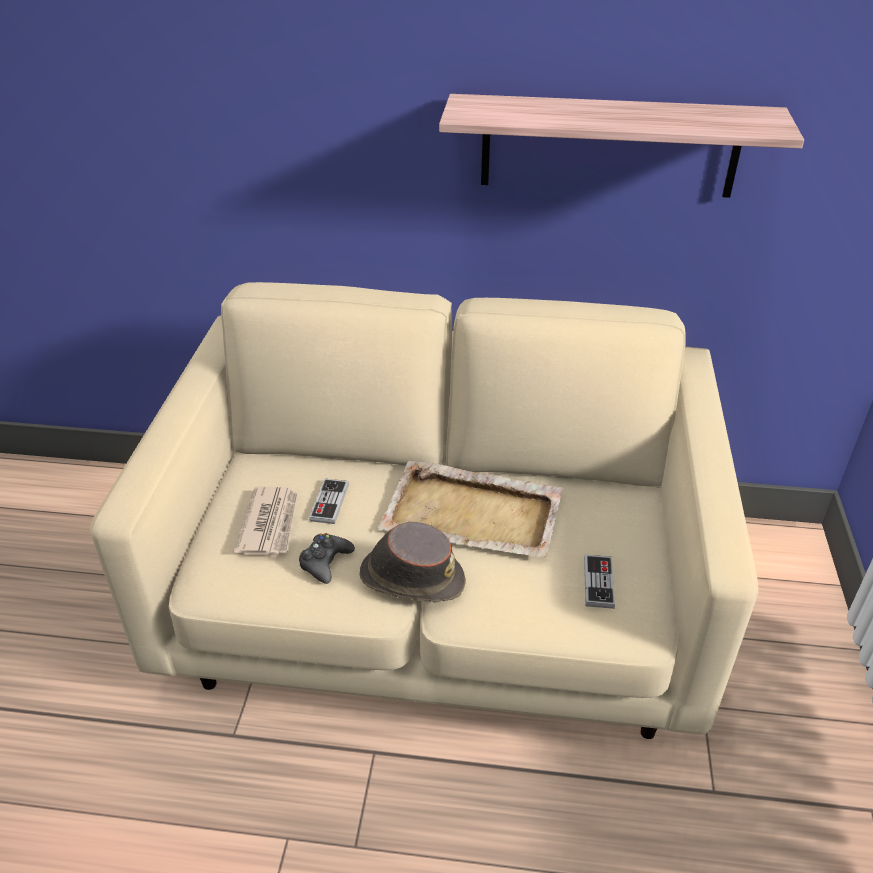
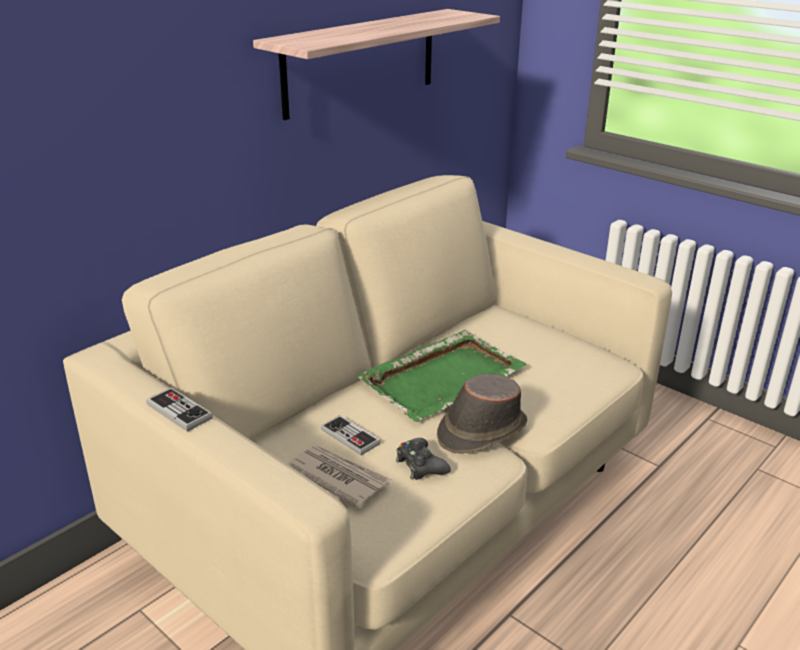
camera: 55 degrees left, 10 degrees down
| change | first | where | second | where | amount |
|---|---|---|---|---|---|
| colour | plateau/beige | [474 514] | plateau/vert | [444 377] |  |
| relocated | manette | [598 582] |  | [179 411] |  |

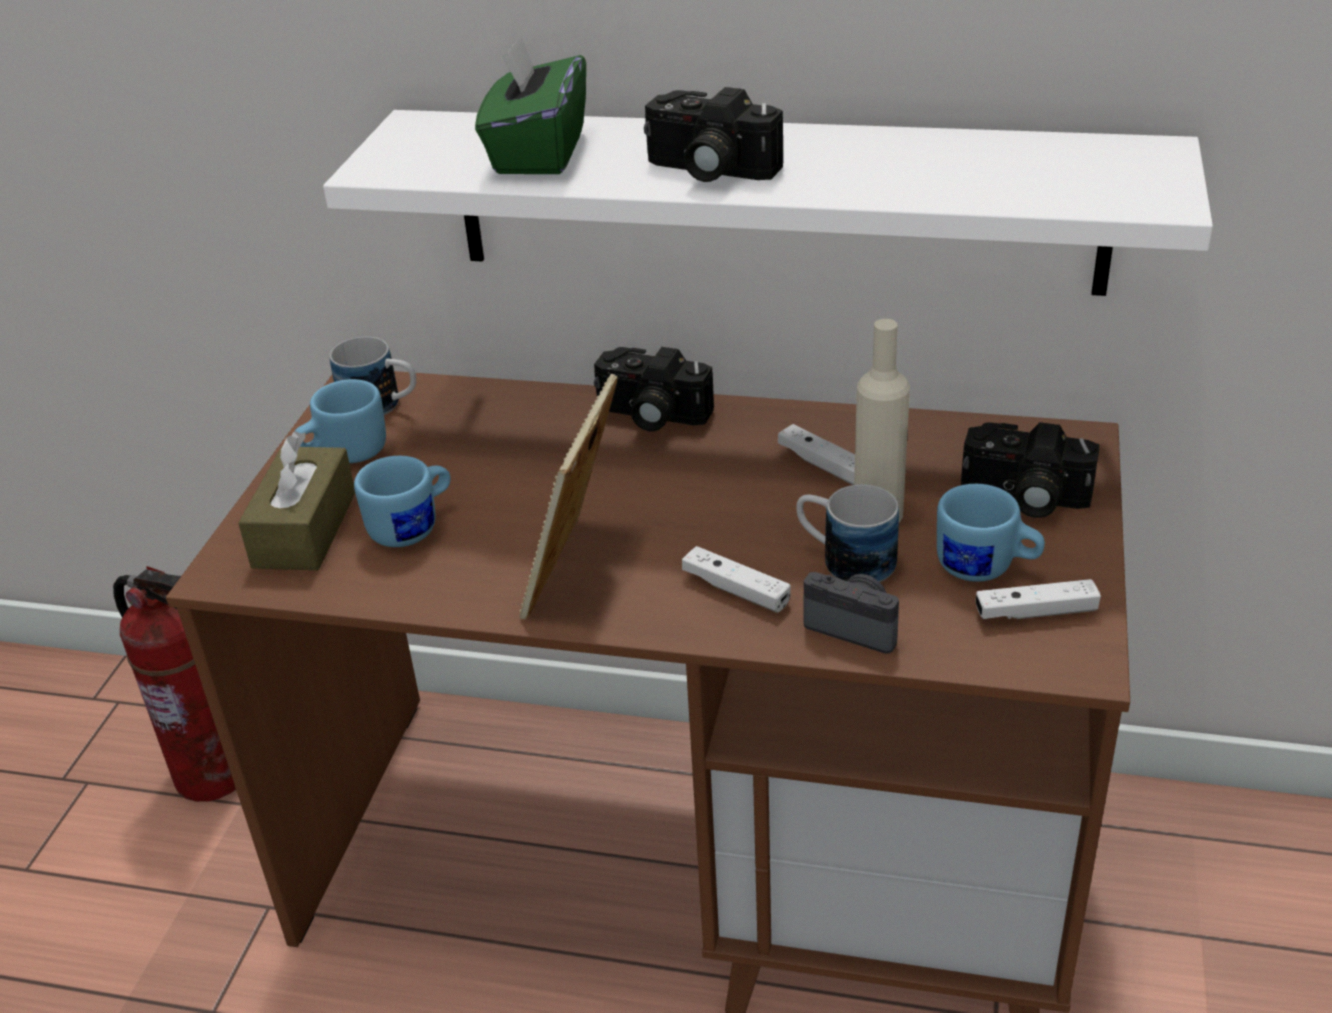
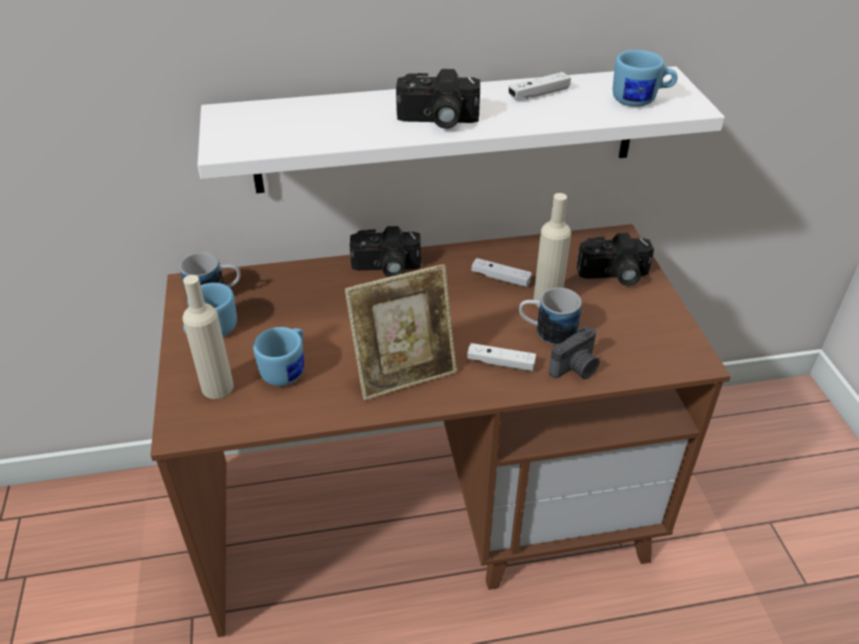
camera: 25 degrees left, 5 degrees up
| change | first | where | second | where | amount |
|---|---|---|---|---|---|
| missing | extincteur | [214 774] |  |  |  |
| exchanged | boîte à mouchoirs/marron | [305 529] | bouteille/beige | [217 387] |  |
| missing | boîte à mouchoirs/vert | [537 153] |  |  |  |
| spun | cadre photo | [576 571] |  | [404 374] | 105 degrees counterclockwise |
| spun | appareil photo | [855 626] |  | [576 368] | 135 degrees clockwise |
| relocated | mug/bleu | [986 568] |  | [641 100] |  |
| relocated | manette/blanc | [1036 612] |  | [539 94] |  |

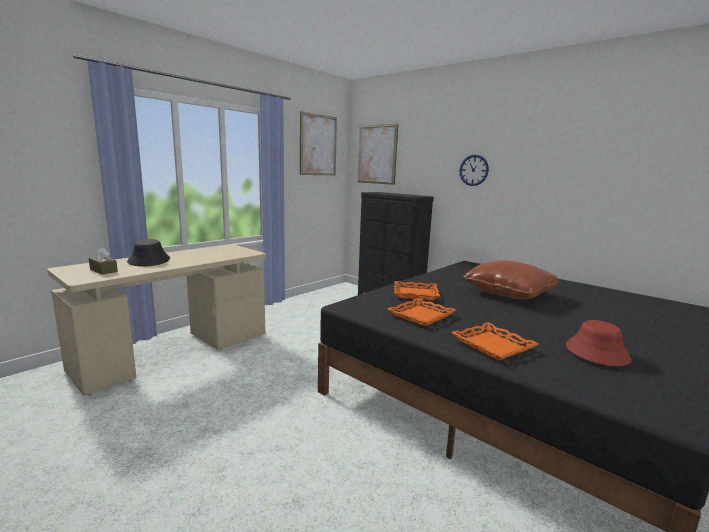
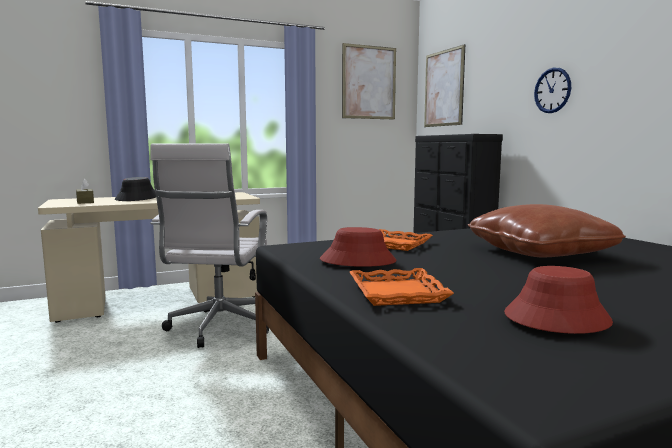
camera: 25 degrees right, 5 degrees down
| change | first | where | second | where | amount |
|---|---|---|---|---|---|
| exchanged | plateau/orange | [420 315] | chapeau/rouge | [358 261] |  |
| appeared |  |  | chaise de bureau/blanc | [218 329] |  |

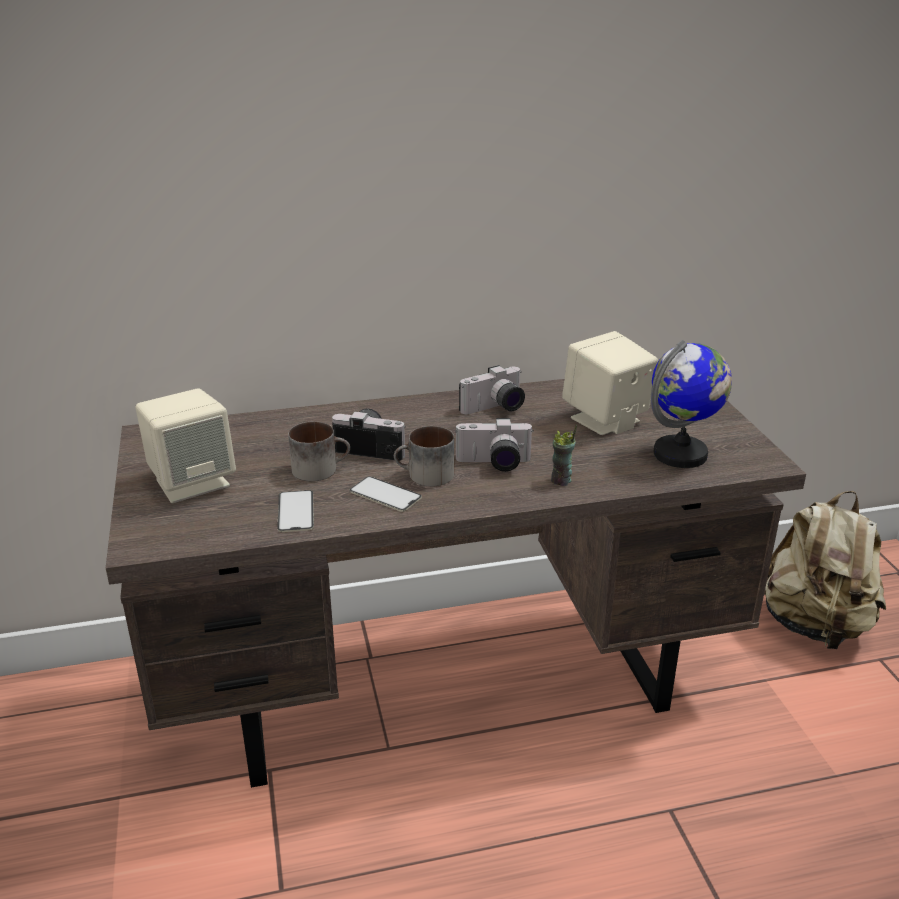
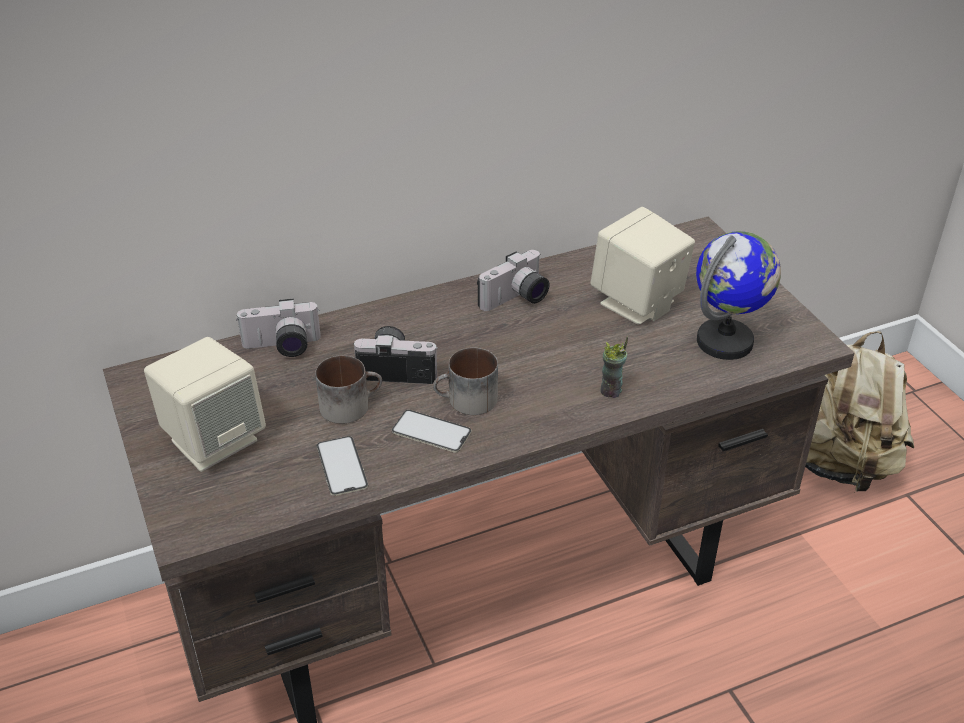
camera: 10 degrees left, 10 degrees up
| change | first | where | second | where | amount |
|---|---|---|---|---|---|
| relocated | appareil photo | [493 464] |  | [282 347] |  |

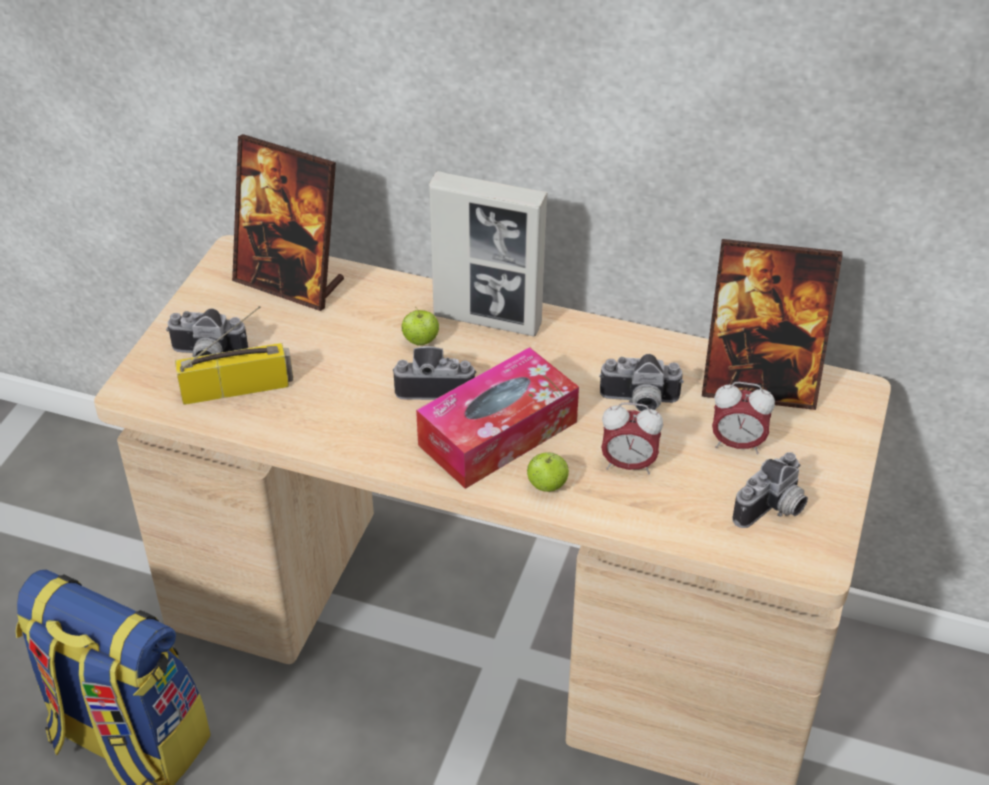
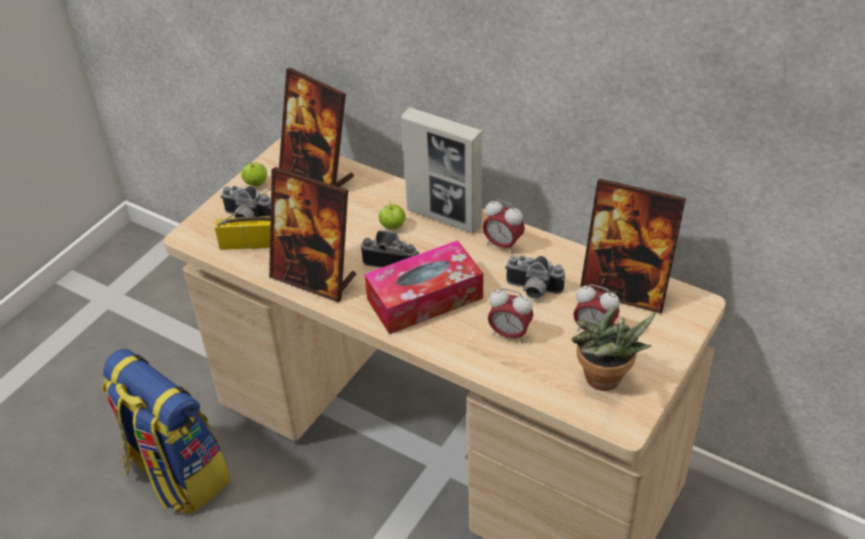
camera: 15 degrees right, 0 degrees up
| change | first | where | second | where | amount |
|---|---|---|---|---|---|
| relocated | pomme | [547 486] |  | [256 184] |  |
| exchanged | appareil photo | [774 510] | plante en pot | [605 382] |  |
| appeared |  |  | cadre photo | [314 277] |  |
| appeared |  |  | réveil | [503 245] |  |

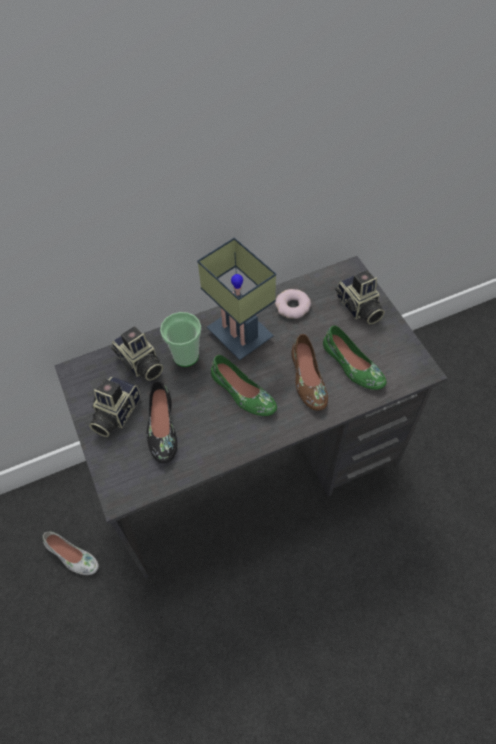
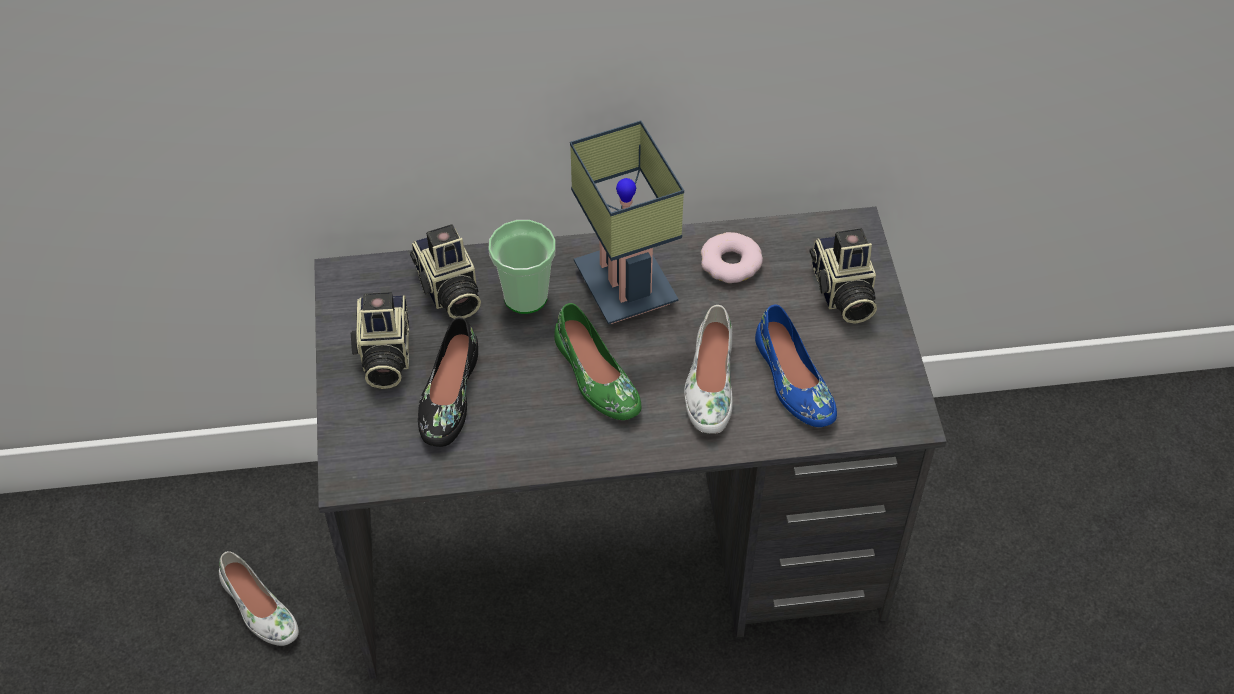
camera: 15 degrees right, 5 degrees down
| change | first | where | second | where | amount |
|---|---|---|---|---|---|
| spun | appareil photo | [114 413] |  | [383 355] | 45 degrees counterclockwise |
| colour | chaussure/marron | [307 379] | chaussure/blanc | [709 383] |  |
| colour | chaussure/vert | [352 365] | chaussure/bleu | [792 381] |  |

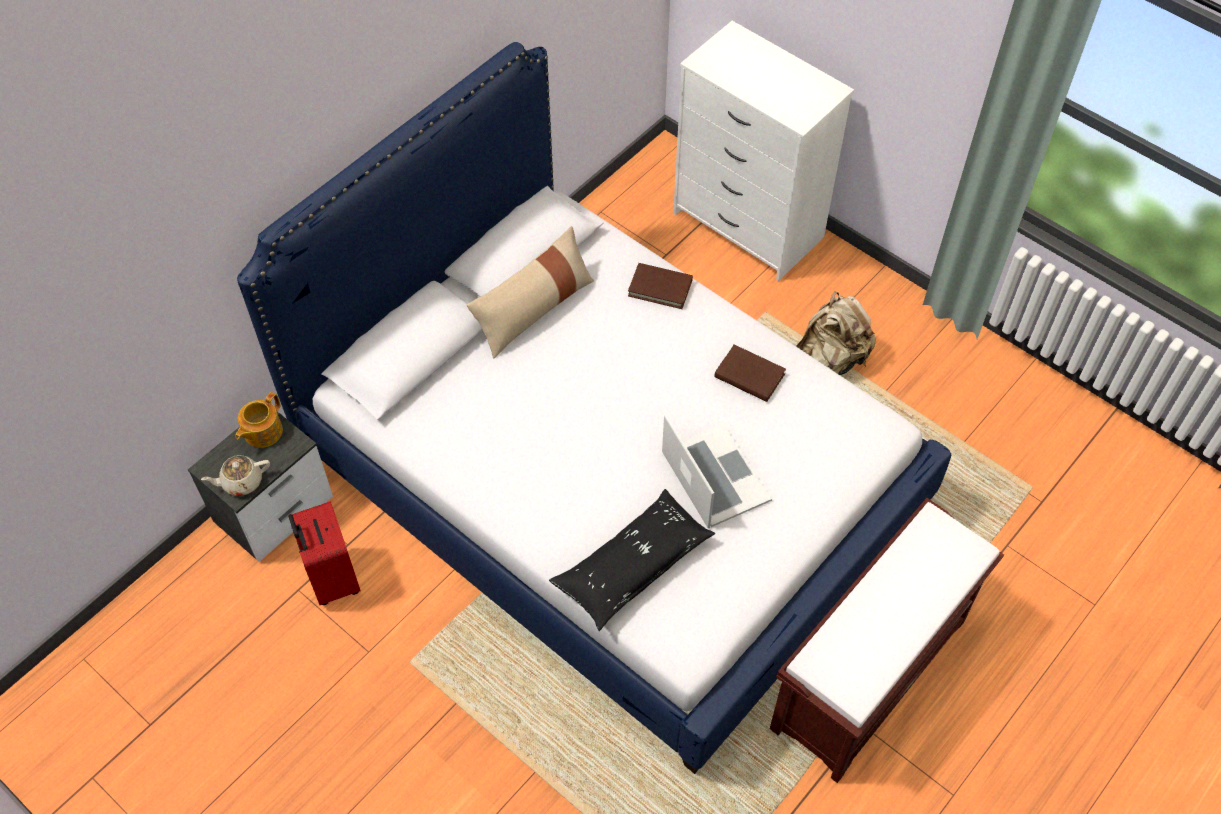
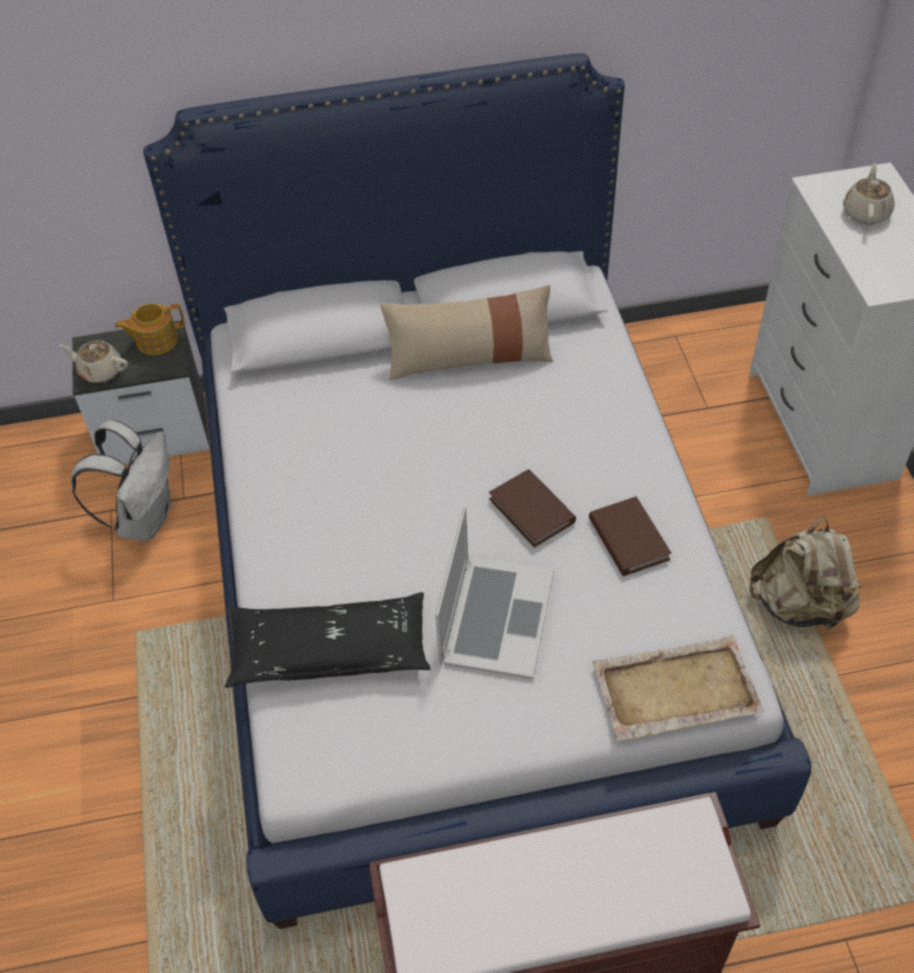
camera: 40 degrees right, 5 degrees down
| change | first | where | second | where | amount |
|---|---|---|---|---|---|
| exchanged | valise/rouge | [332 579] | sac à dos/blanc | [144 518] |  |
| relocated | livre/marron | [660 288] |  | [532 510] |  |
| appeared |  |  | plateau/beige | [674 690] |  |
| appeared |  |  | théière/beige | [866 212] |  |

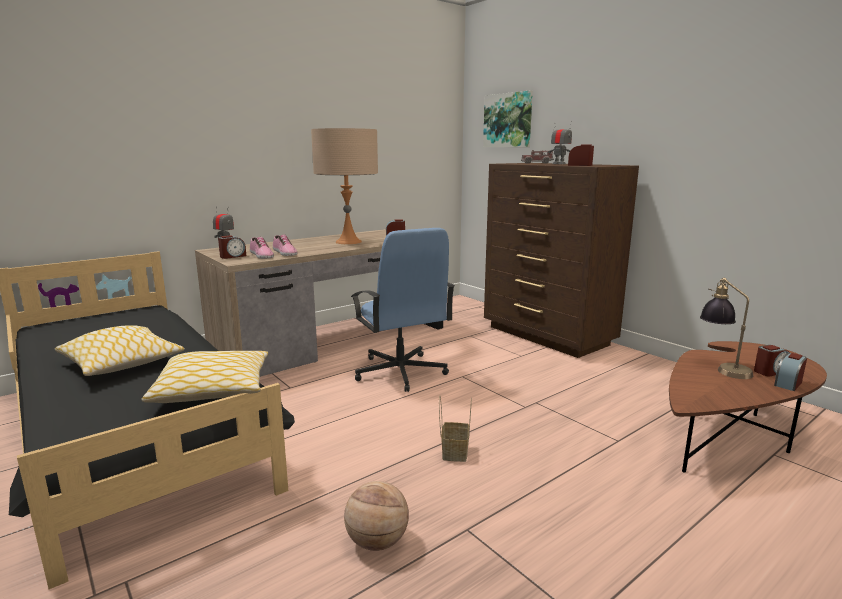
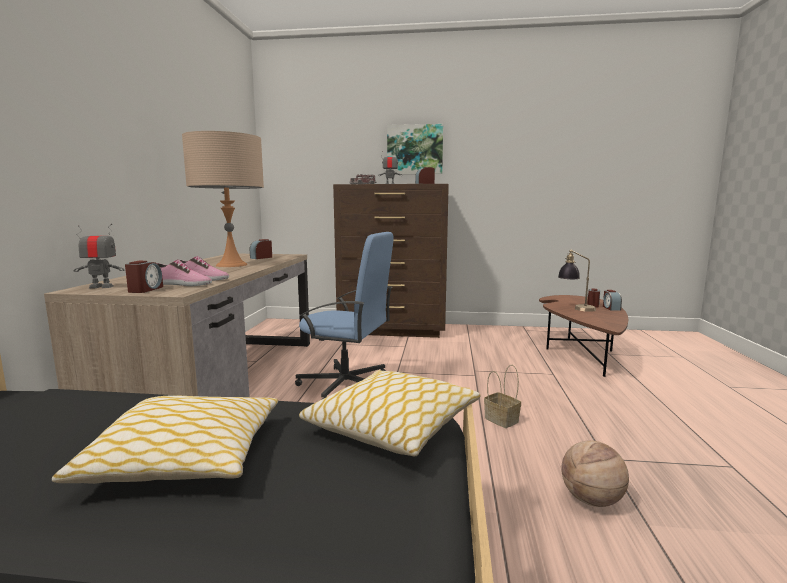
camera: 45 degrees left, 5 degrees down
| change | first | where | second | where | amount |
|---|---|---|---|---|---|
| relocated | tableau | [508 120] |  | [415 149] |  |

